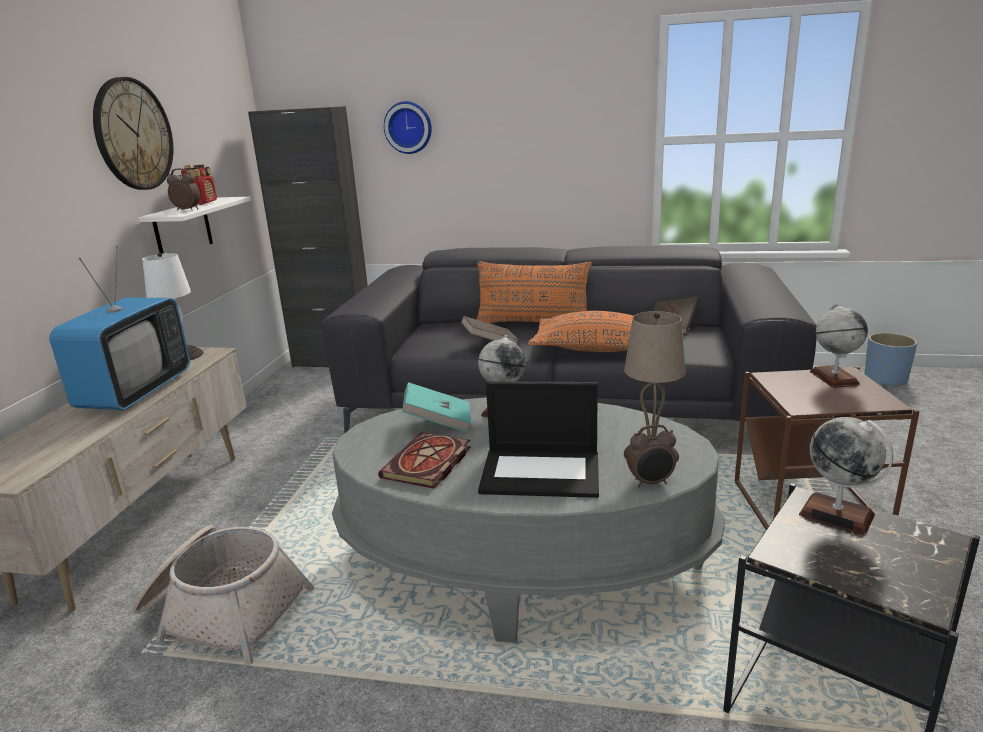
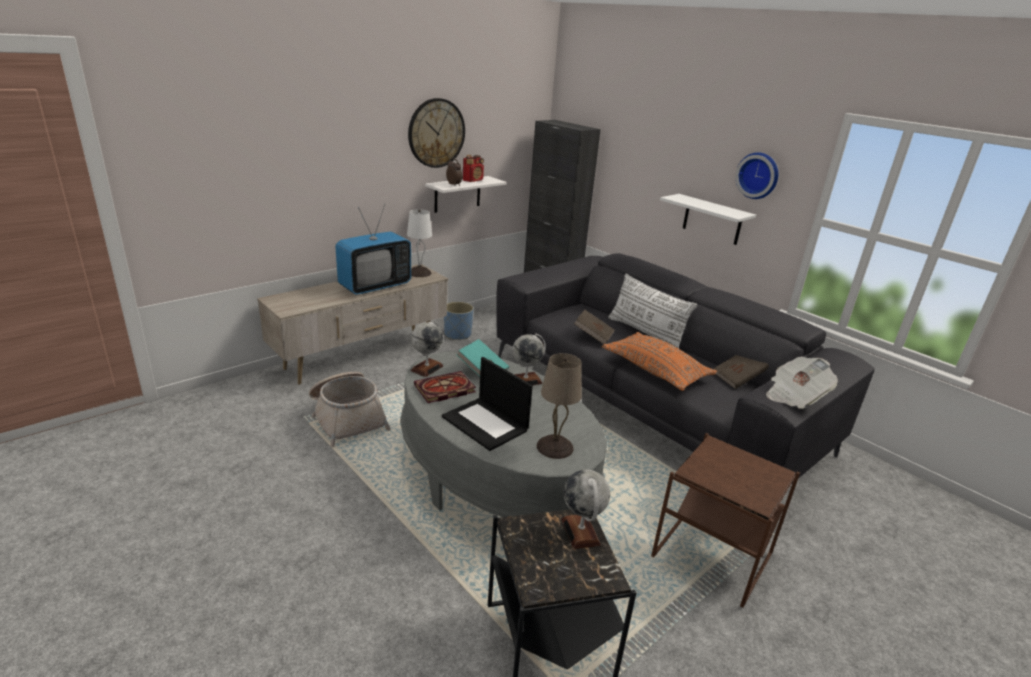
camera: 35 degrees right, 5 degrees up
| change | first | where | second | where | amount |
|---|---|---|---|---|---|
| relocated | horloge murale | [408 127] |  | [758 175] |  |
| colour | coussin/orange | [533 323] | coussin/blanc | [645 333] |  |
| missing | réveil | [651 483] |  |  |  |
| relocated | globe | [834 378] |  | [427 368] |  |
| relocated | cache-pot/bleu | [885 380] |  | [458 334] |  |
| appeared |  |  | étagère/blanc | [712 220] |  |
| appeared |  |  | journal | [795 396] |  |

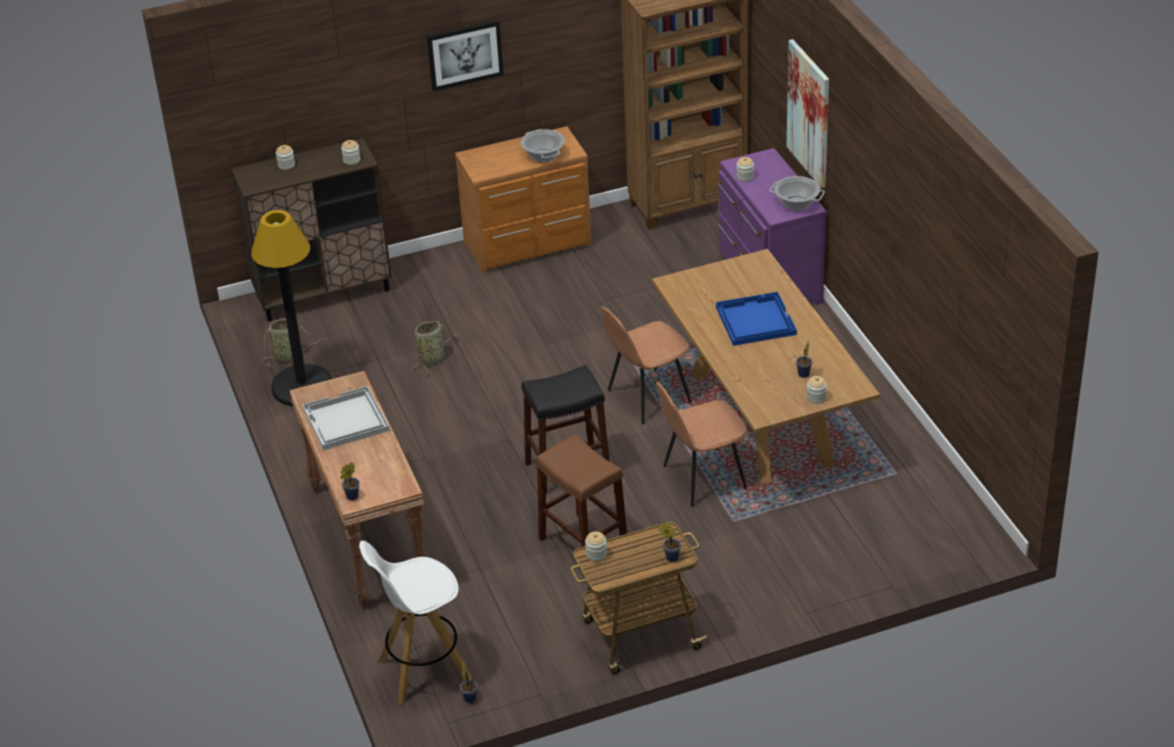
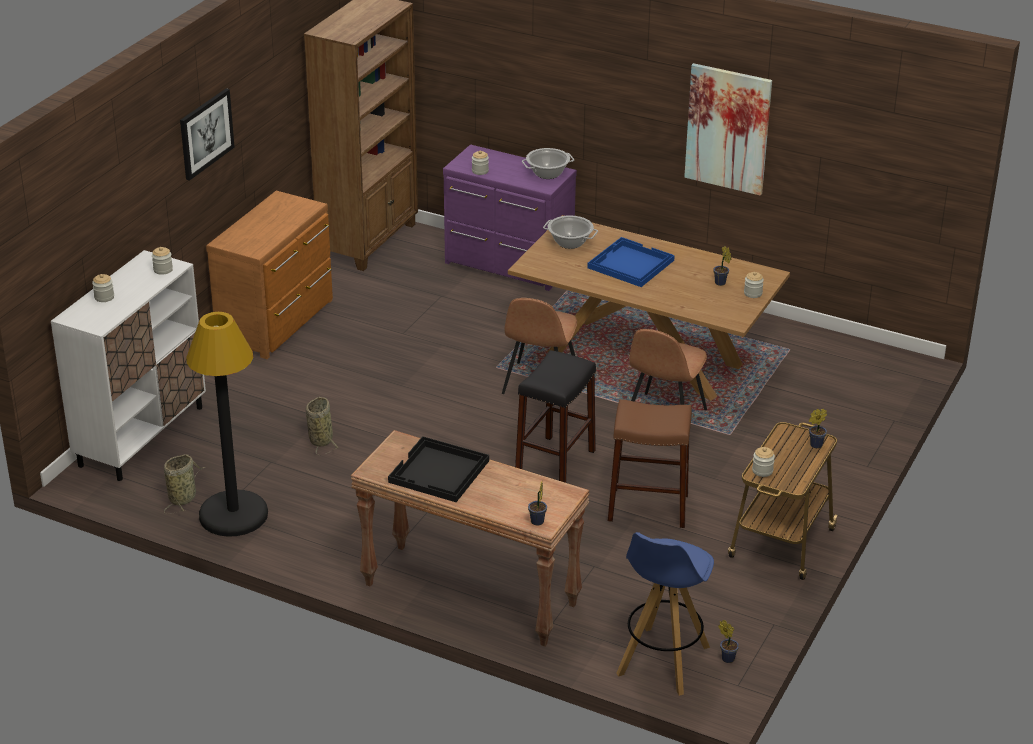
camera: 45 degrees left, 5 degrees down
| change | first | where | second | where | amount |
|---|---|---|---|---|---|
| colour | meuble de rangement/marron | [324 293] | meuble de rangement/blanc | [142 436] |  |
| colour | plateau/blanc | [345 420] | plateau/noir | [439 472] |  |
| colour | tabouret/blanc | [423 670] | tabouret/bleu | [662 661] |  |
| relocated | marmite | [543 156] |  | [570 242] |  |
| relocated | tableau | [809 113] |  | [728 129] |  |

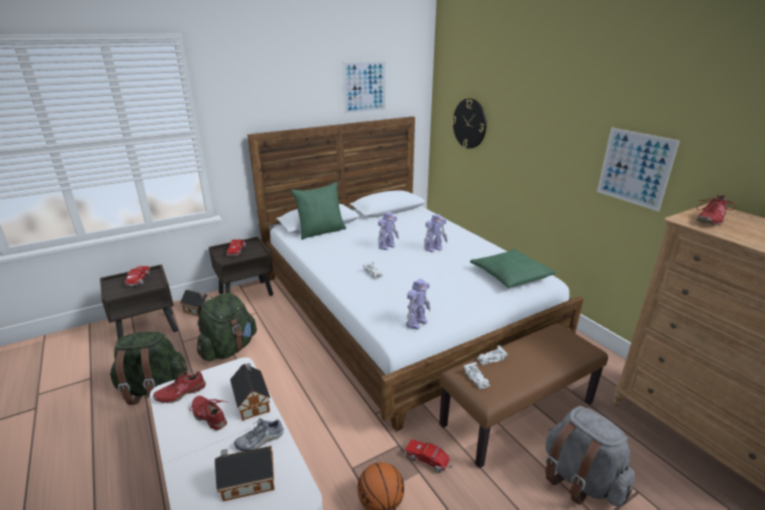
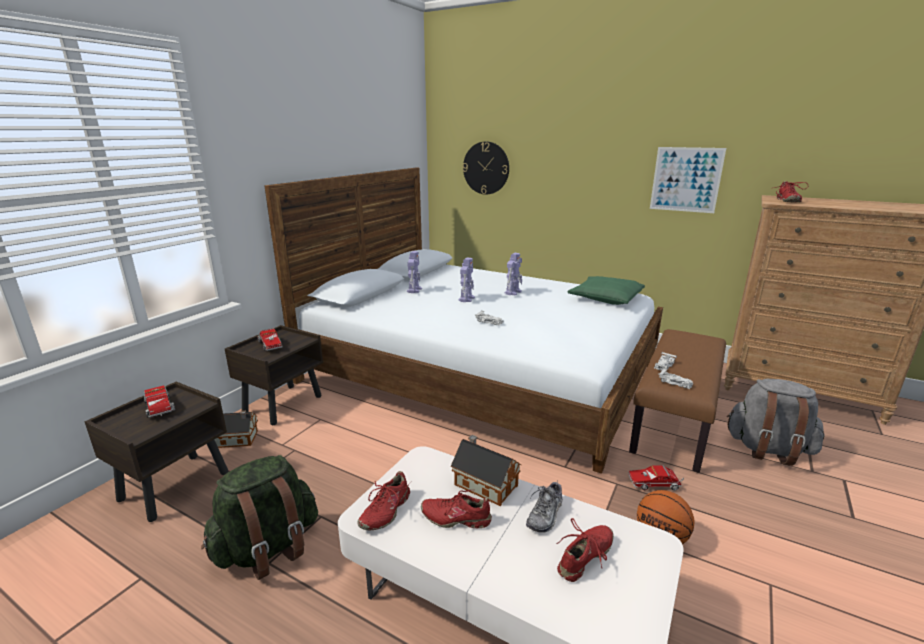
camera: 30 degrees left, 5 degrees down
| change | first | where | second | where | amount |
|---|---|---|---|---|---|
| missing | sac à dos/vert | [229 349] |  |  |  |
| exchanged | maison miniature | [246 481] | chaussure/rouge | [585 558] |  |
| missing | coussin/vert | [321 231] |  |  |  |
| missing | tableau | [365 87] |  |  |  |
| relocated | robot jouet | [417 322] |  | [414 290] |  |

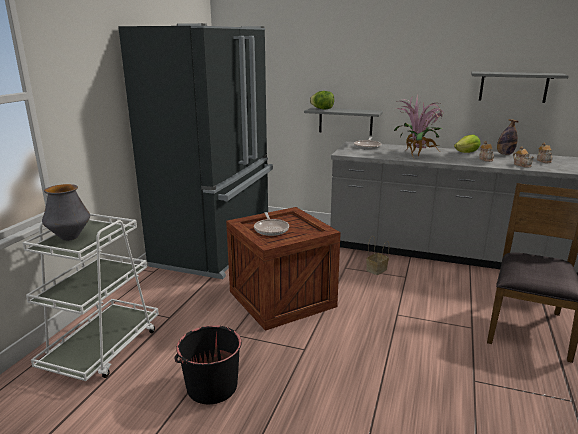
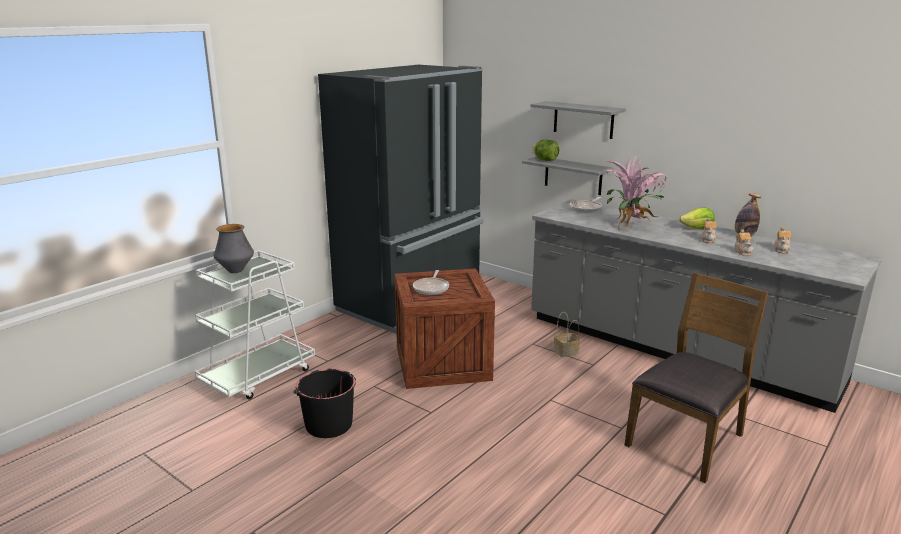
camera: 20 degrees right, 0 degrees up
| change | first | where | second | where | amount |
|---|---|---|---|---|---|
| relocated | étagère/gris | [513 87] |  | [583 120] |  |

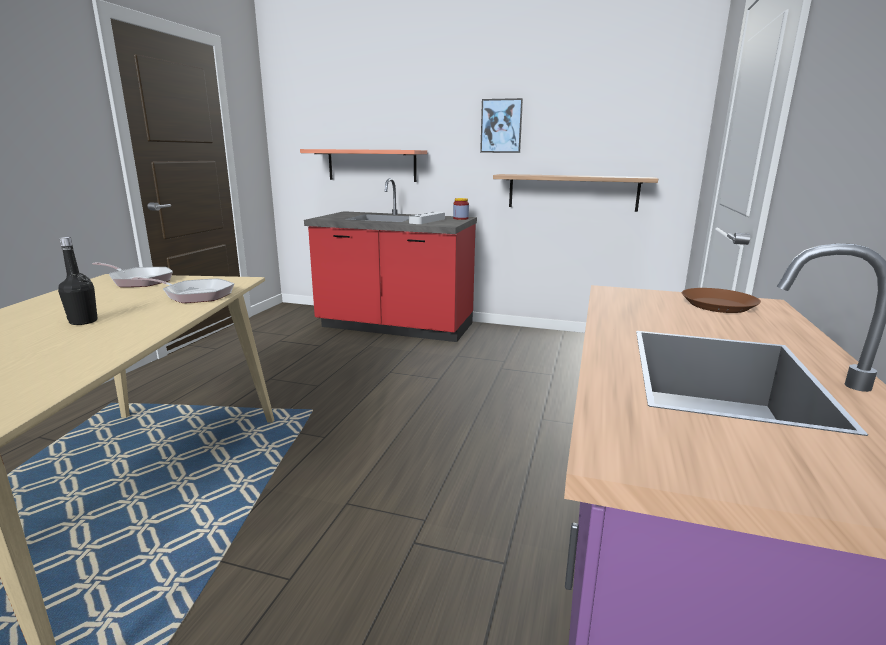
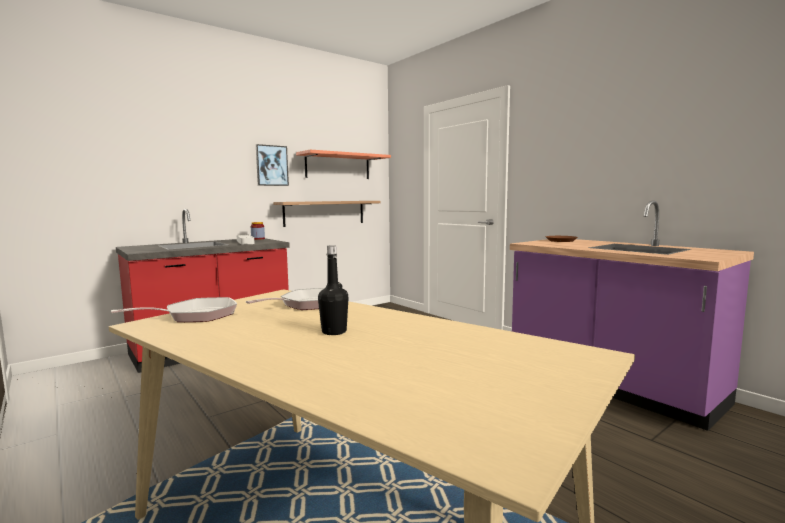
camera: 55 degrees left, 10 degrees down
| change | first | where | second | where | amount |
|---|---|---|---|---|---|
| relocated | étagère | [372 165] |  | [338 166] |  |

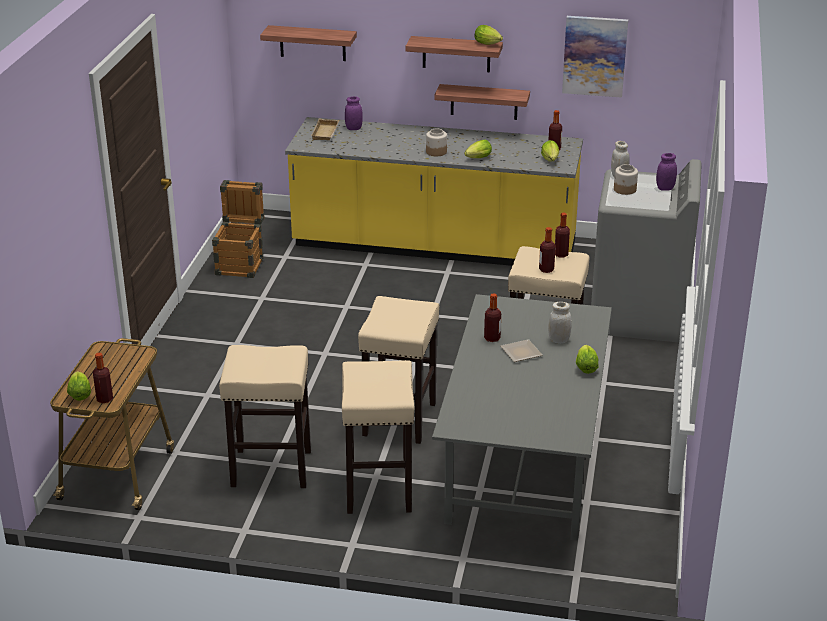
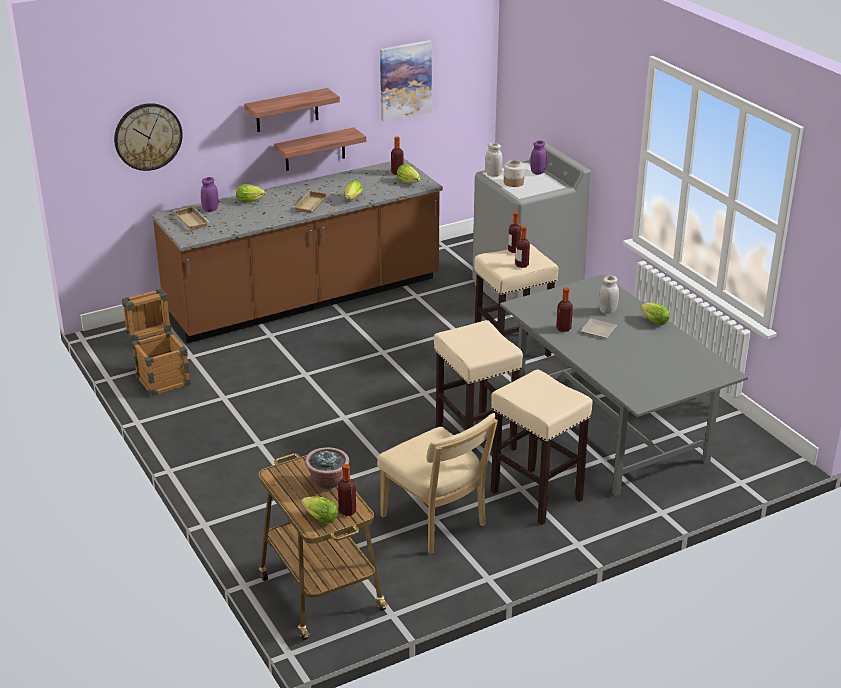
camera: 40 degrees left, 0 degrees up
| change | first | where | second | where | amount |
|---|---|---|---|---|---|
| exchanged | tabouret/beige | [270 468] | chaise/beige | [436 523] |  |
| exchanged | étagère | [312 43] | horloge murale | [148 136] |  |
| colour | comptoir de cuisine/jaune | [434 246] | comptoir de cuisine/marron | [305 299] |  |
| exchanged | bocal | [436 152] | plateau/beige | [312 205] |  |
| relocated | laitue | [489 44] |  | [251 201] |  |
| appeared |  |  | plante en pot | [328 482] |  |

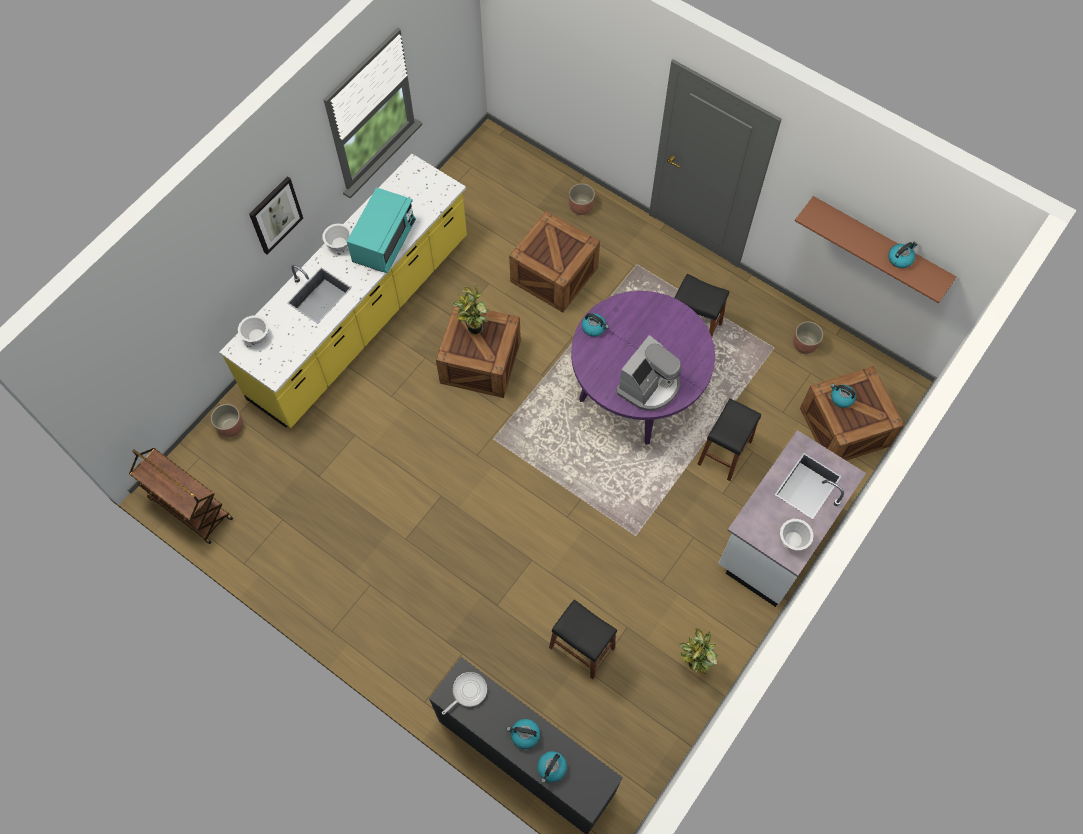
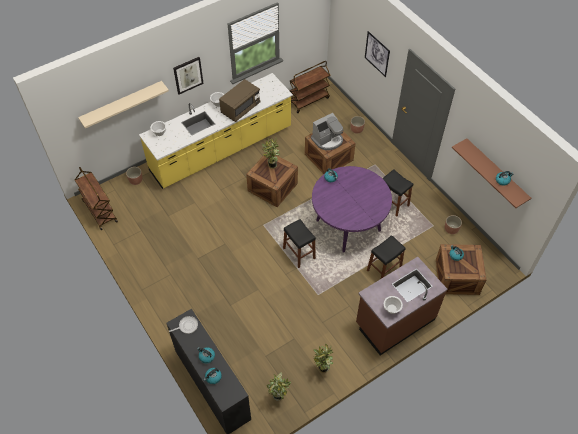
camera: 20 degrees right, 10 degrees down
| change | first | where | second | where | amount |
|---|---|---|---|---|---|
| colour | micro-ondes/turquoise | [384 242] | micro-ondes/marron | [240 108] |  |
| relocated | tabouret/noir | [582 647] |  | [299 253] |  |
| relocated | machine à café | [649 386] |  | [327 140] |  |
| colour | comptoir de cuisine/blanc | [776 539] | comptoir de cuisine/marron | [394 321] |  |
| appeared |  |  | étagère/beige | [122 104] |  |
| appeared |  |  | plante en pot | [279 396] |  |
| appeared |  |  | chariot/marron | [309 100] |  |
| appeared |  |  | tableau | [377 54] |  |

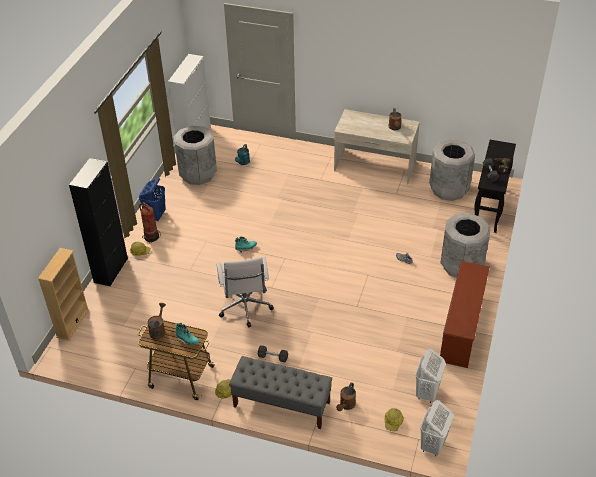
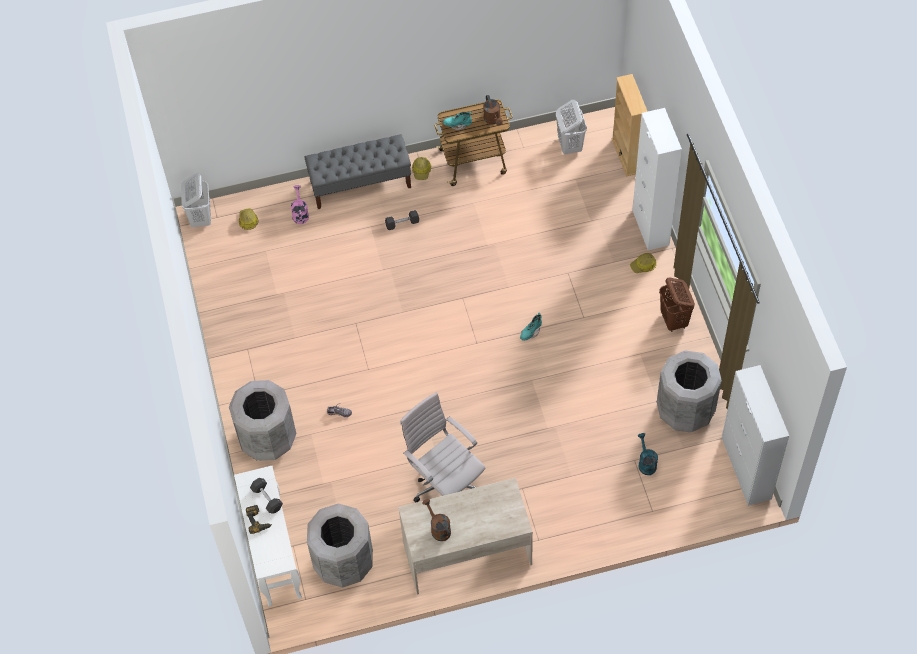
camera: 150 degrees right, 15 degrees up
| change | first | where | second | where | amount |
|---|---|---|---|---|---|
| colour | meuble de rangement/noir | [111 270] | meuble de rangement/blanc | [650 228] |  |
| colour | panier à linge/bleu | [155 216] | panier à linge/marron | [674 320] |  |
| missing | extincteur | [151 236] |  |  |  |
| relocated | chaise de bureau/blanc | [245 309] |  | [445 484] |  |
| colour | arrosoir/marron | [346 405] | arrosoir/rose | [300 213] |  |
| relocated | panier à linge/blanc | [427 393] |  | [569 145] |  |
| missing | étagère à chaussures/marron | [462 330] |  |  |  |
| colour | table console/noir | [489 208] | table console/blanc | [274 555] |  |

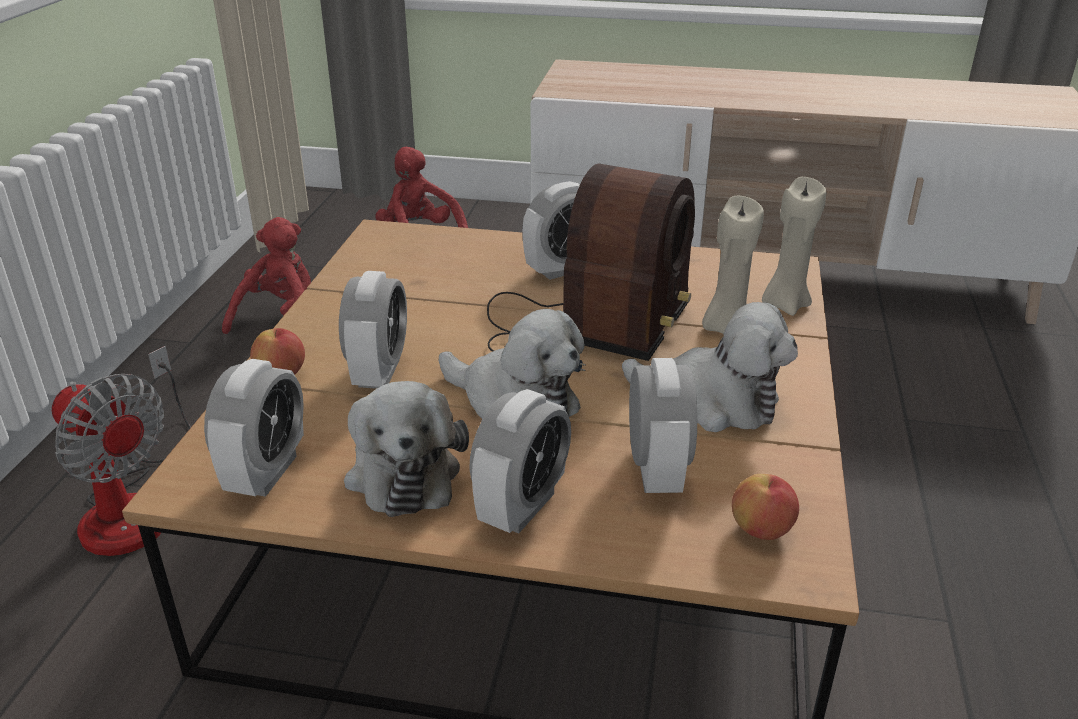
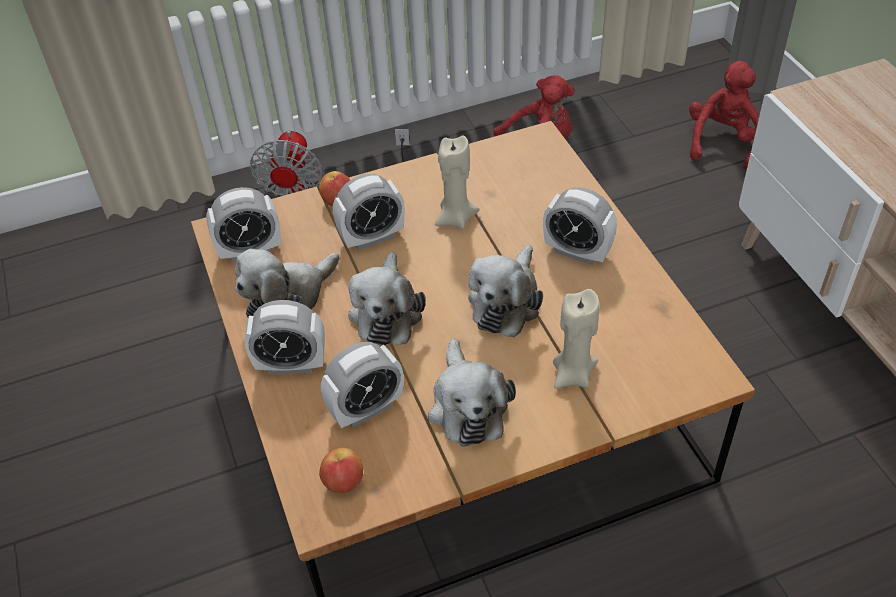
camera: 60 degrees right, 15 degrees up
| change | first | where | second | where | amount |
|---|---|---|---|---|---|
| exchanged | radio | [587 327] | peluche | [506 302] |  |
| relocated | bougie/beige | [785 304] |  | [455 219] |  |

